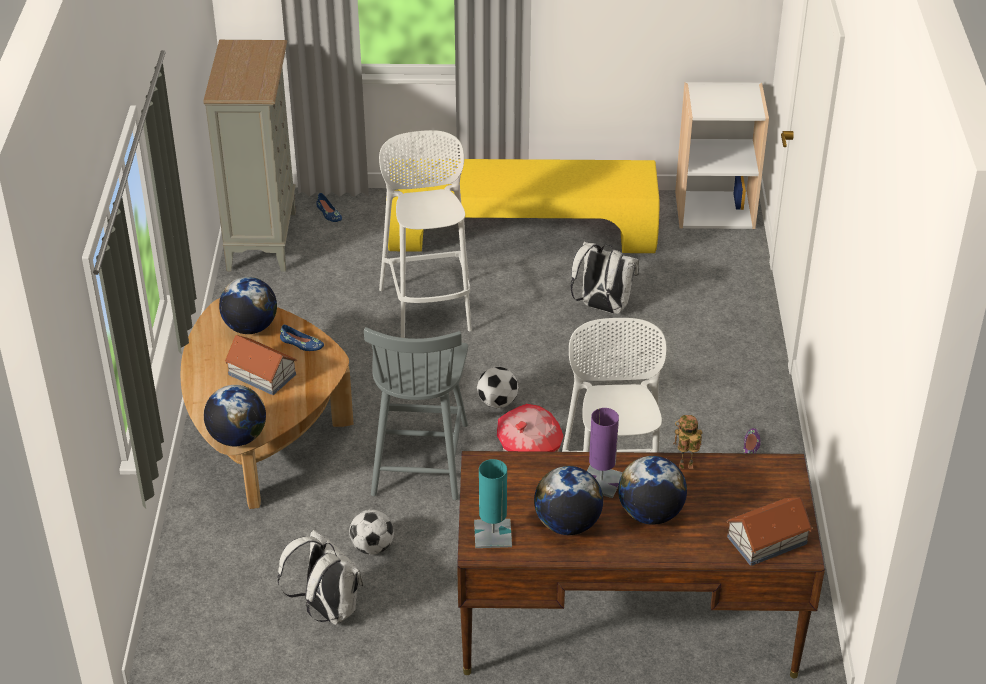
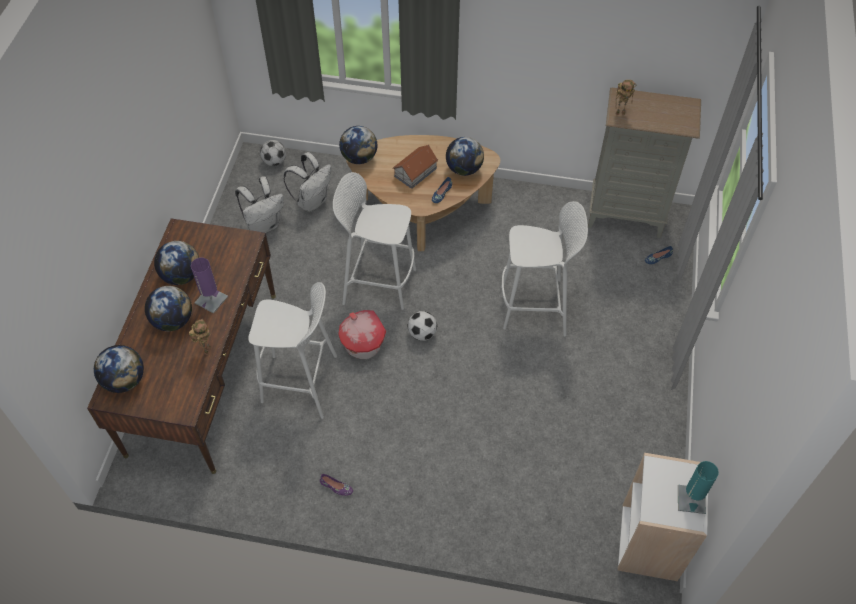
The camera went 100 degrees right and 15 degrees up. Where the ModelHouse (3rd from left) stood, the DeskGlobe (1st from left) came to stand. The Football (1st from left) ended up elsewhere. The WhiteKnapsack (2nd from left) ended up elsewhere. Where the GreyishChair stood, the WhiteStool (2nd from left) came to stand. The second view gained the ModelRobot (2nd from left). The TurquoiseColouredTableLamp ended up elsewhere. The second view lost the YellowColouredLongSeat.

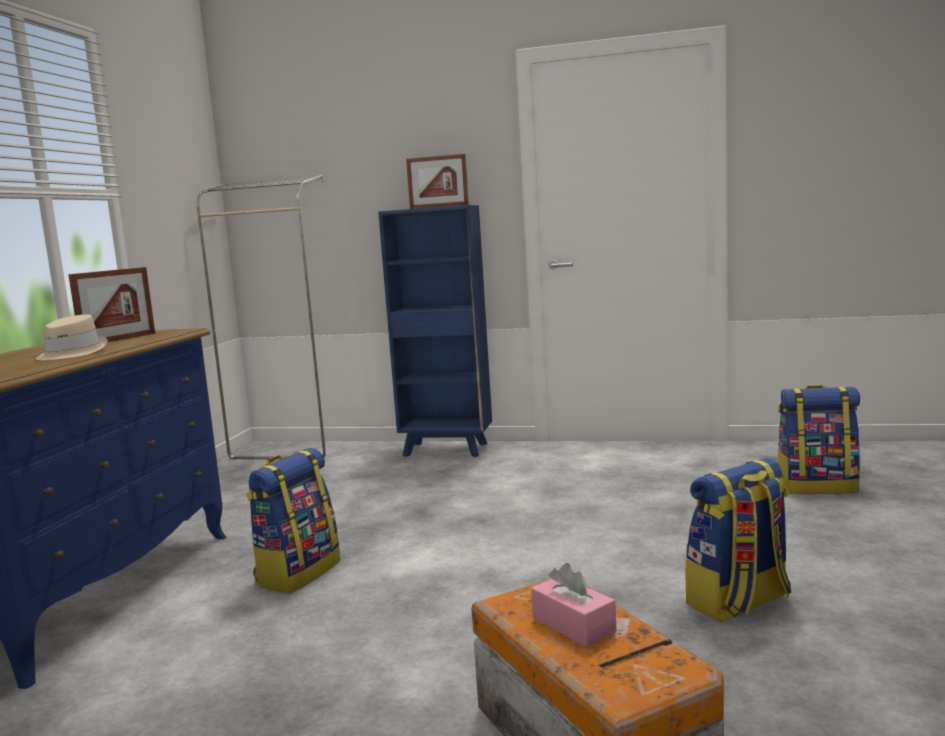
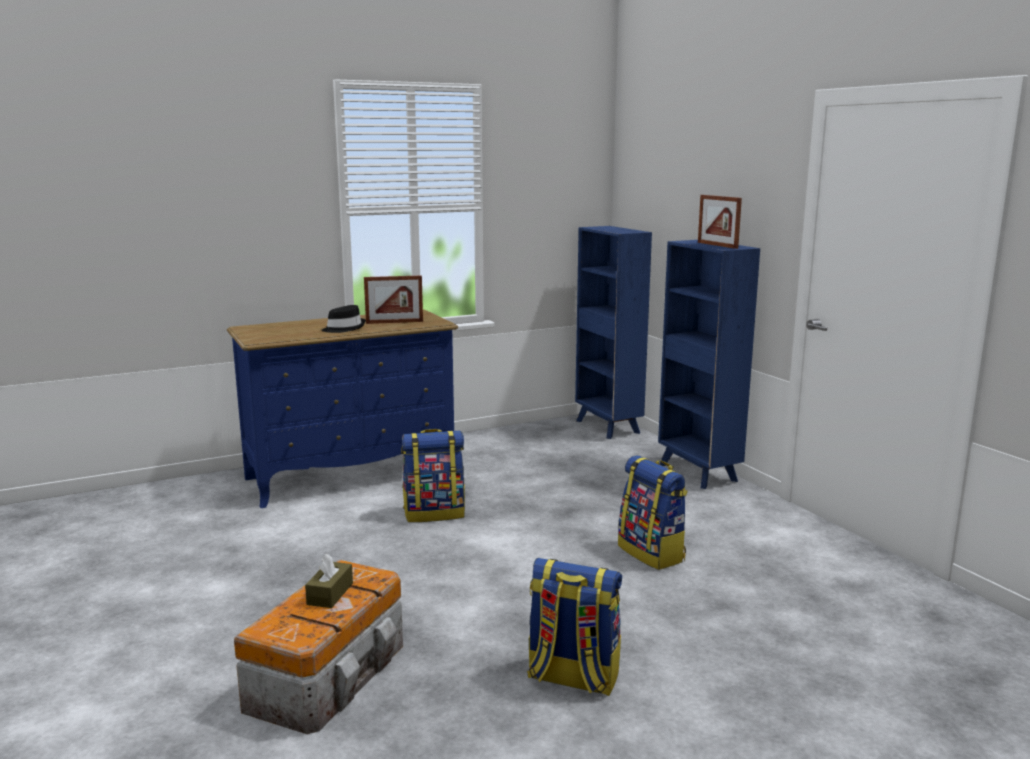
The camera went 50 degrees right and 5 degrees up. What was the PinkishBoxOfTissues turned into the BrownBoxOfTissues. What was the SandColouredClothingHat turned into the BlackClothingHat. Where the GreyishClothesRack stood, the BlueColouredShelvingUnit (1st from left) came to stand. The Knapsack (3rd from left) ended up elsewhere.

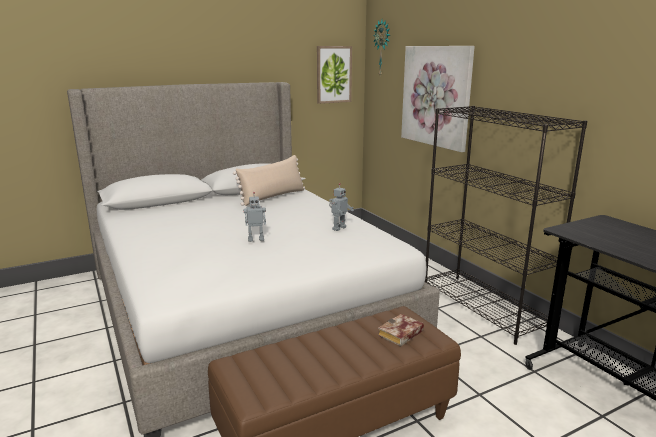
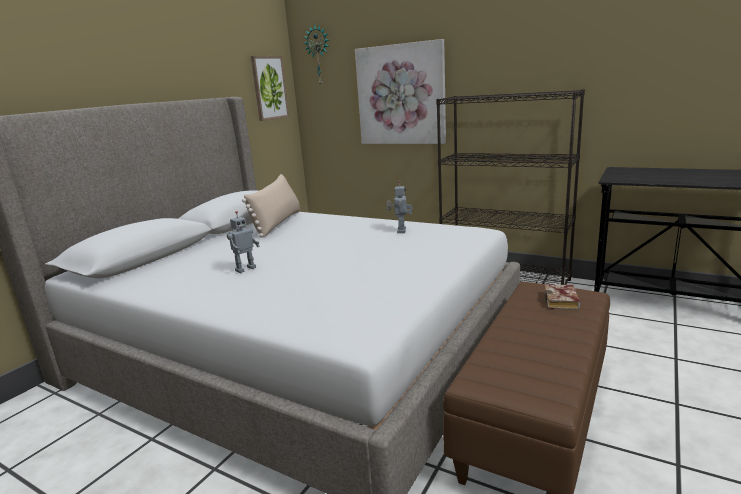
The camera went 30 degrees left and 0 degrees up. The ModelRobot (1st from left) ended up elsewhere.

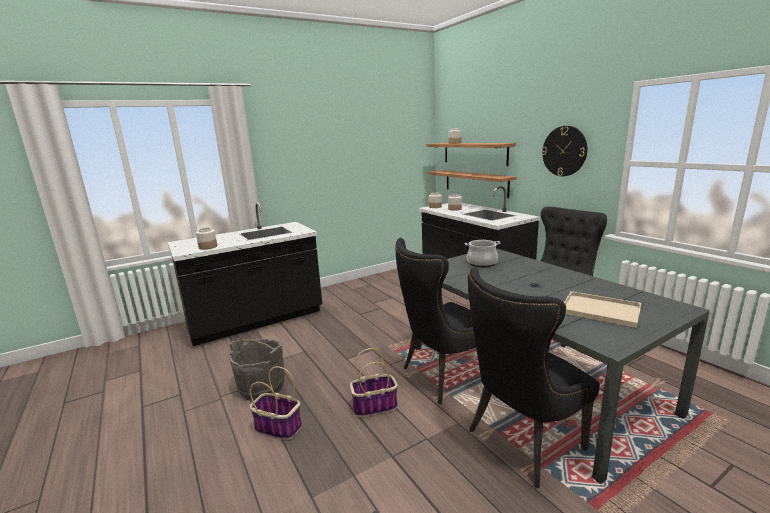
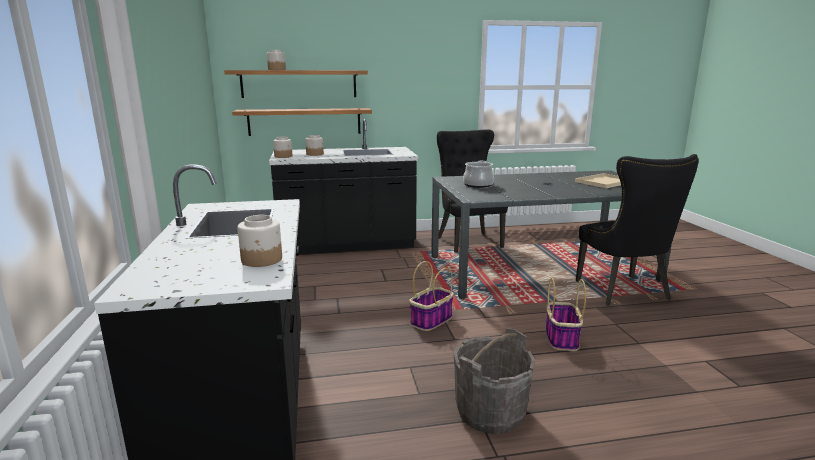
The camera went 70 degrees left and 0 degrees up. The HouseholdBasket (1st from left) ended up elsewhere. The second view lost the BlackChair (1st from left). The second view lost the ClockOnTheWall.

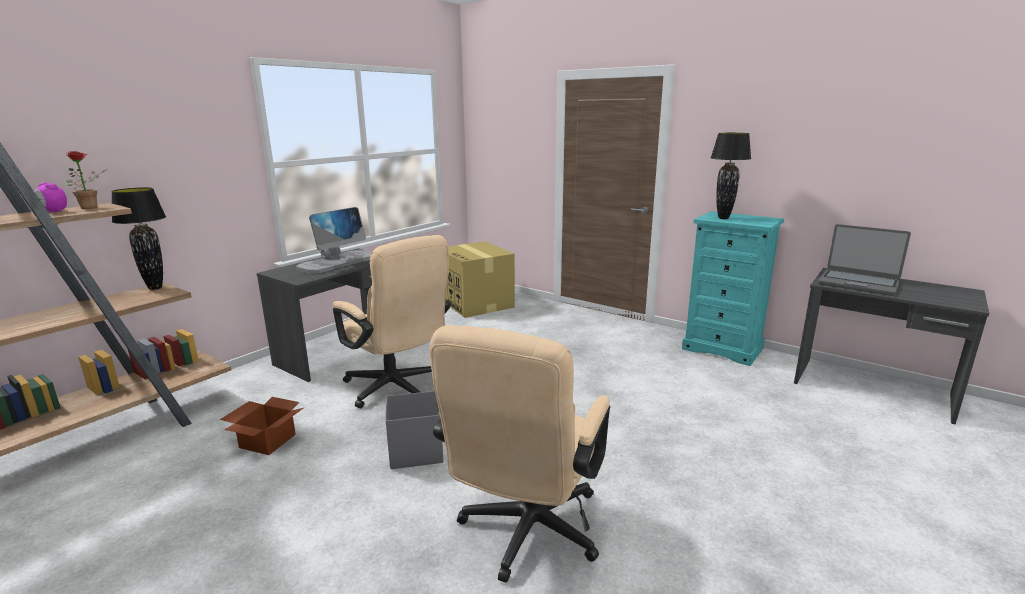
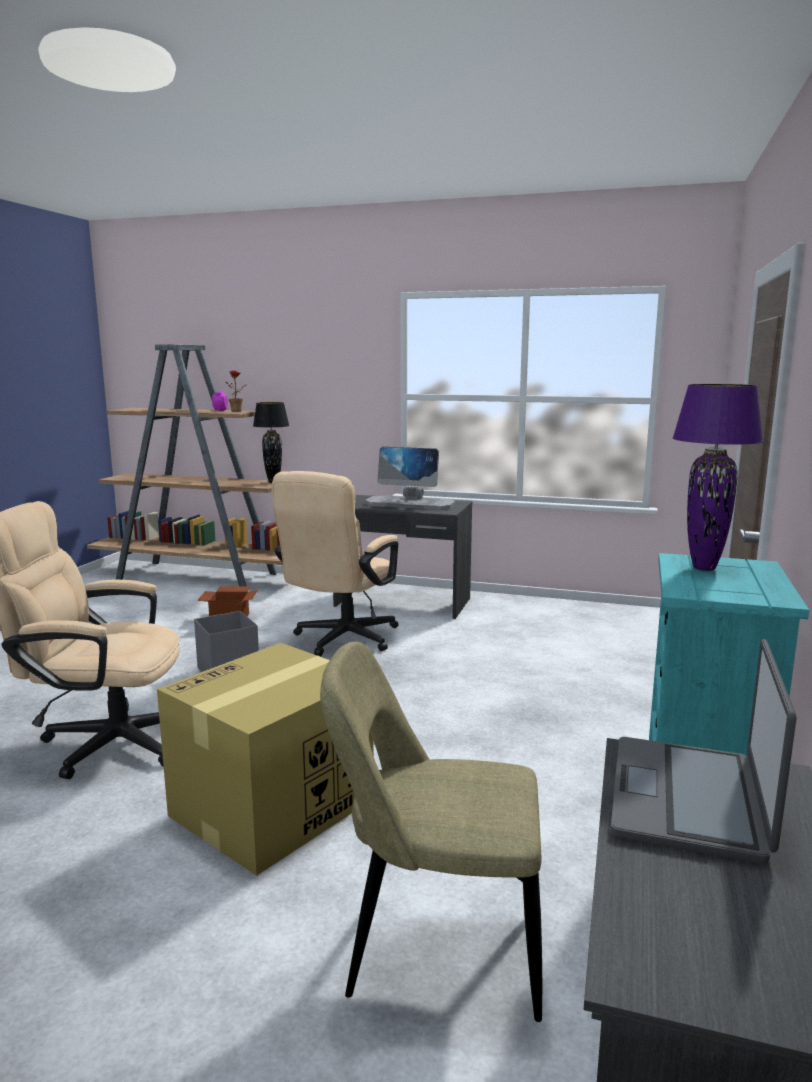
The camera went 70 degrees right and 5 degrees down. The PackingBox (2nd from left) ended up elsewhere. The second view gained the SandColouredChair. What was the BlackTableLamp (2nd from left) turned into the PurpleTableLamp.

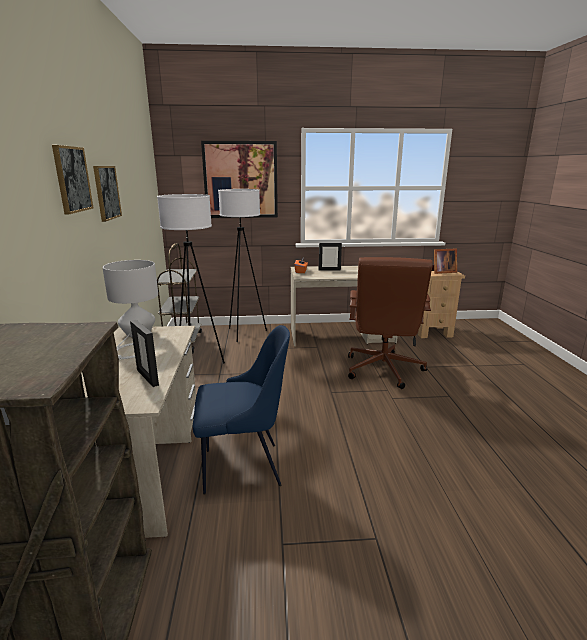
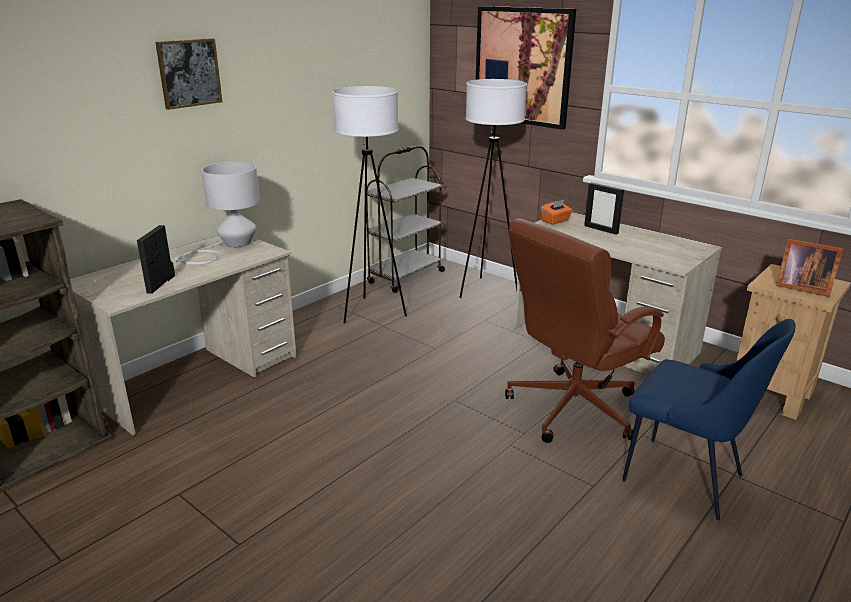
The camera went 45 degrees right and 5 degrees up. The BlueColouredChair ended up elsewhere. The second view lost the WallArt (2nd from left).

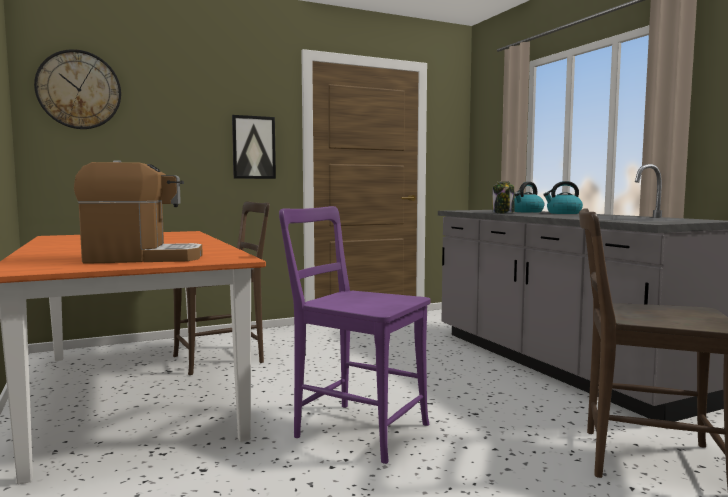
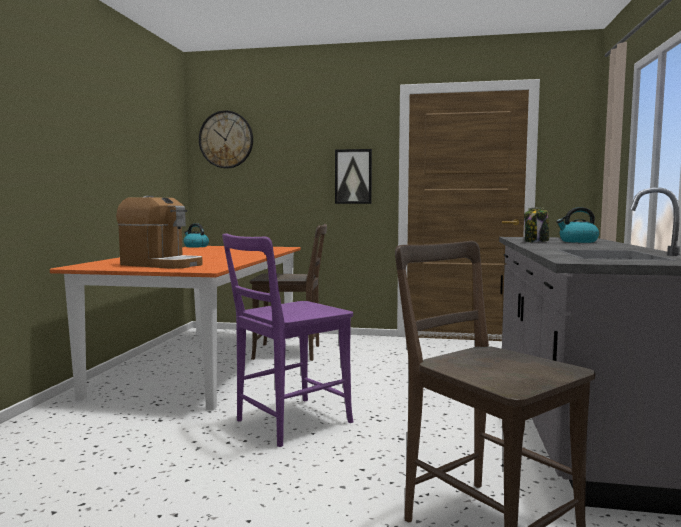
The camera went 35 degrees right and 0 degrees up. The TeaKettle (2nd from left in the first image) ended up elsewhere. The PurpleChair ended up facing another way, 105 degrees counterclockwise from before.

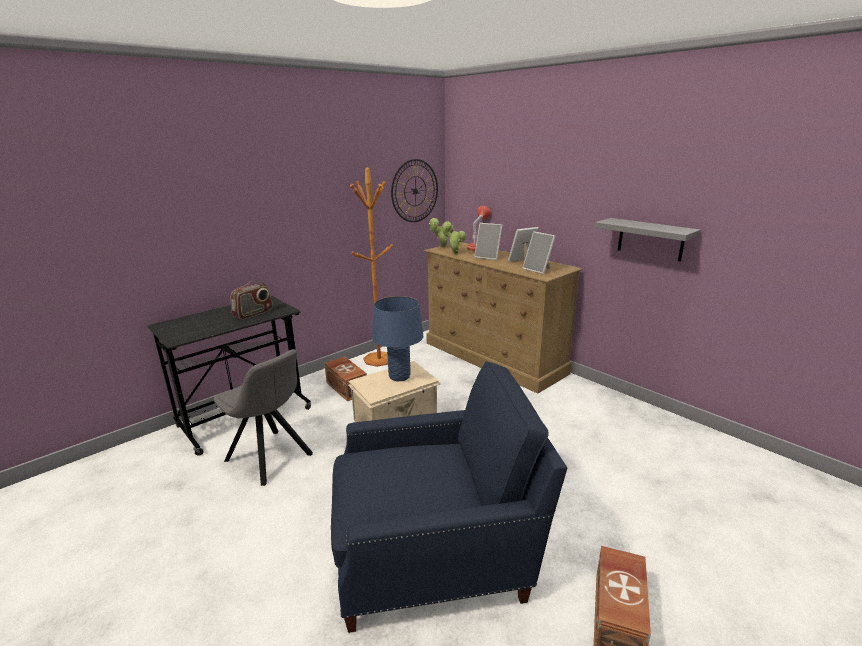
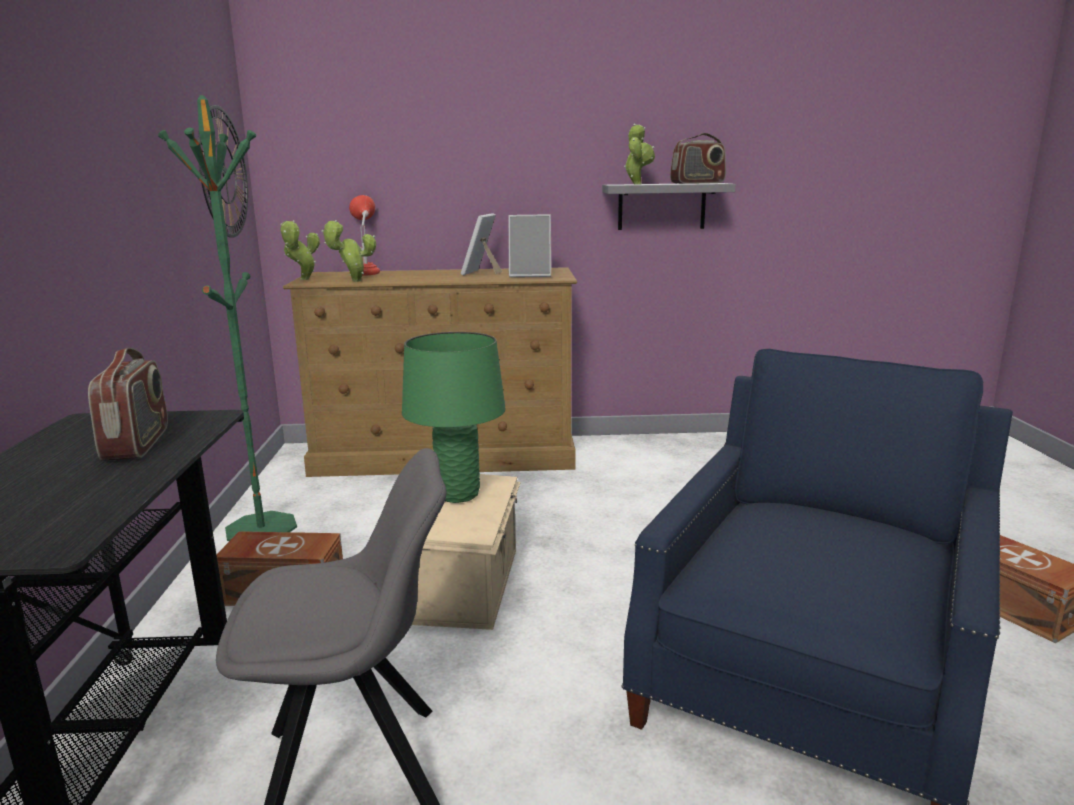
The camera went 50 degrees left and 5 degrees down. What was the OrangeyClothesRack turned into the GreenishClothesRack. What was the BlueColouredTableLamp turned into the GreenishTableLamp. The second view gained the PlantInAPot (3rd from left). The second view gained the RadioReceiver (2nd from left). The second view lost the PhotoFrame (1st from left).

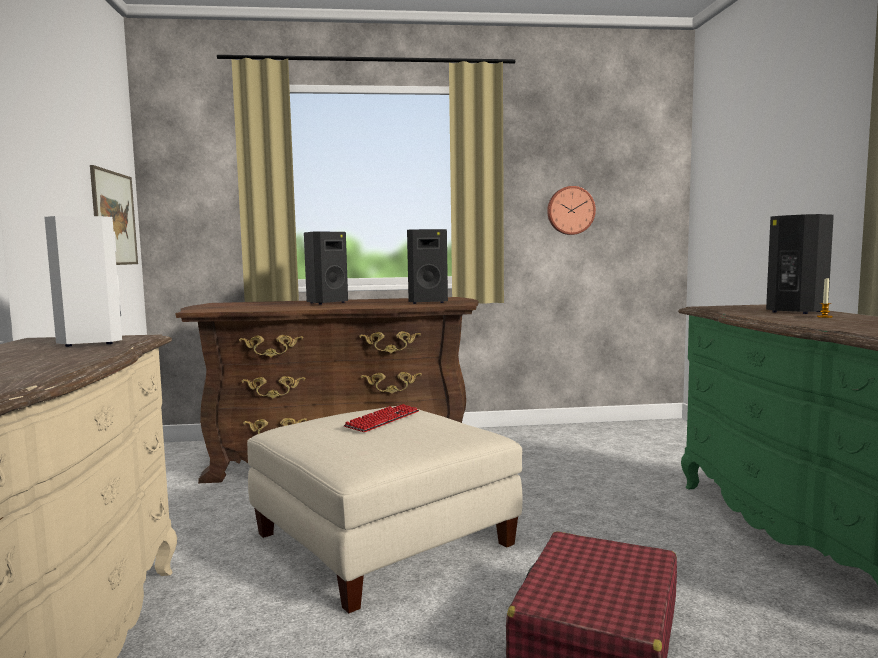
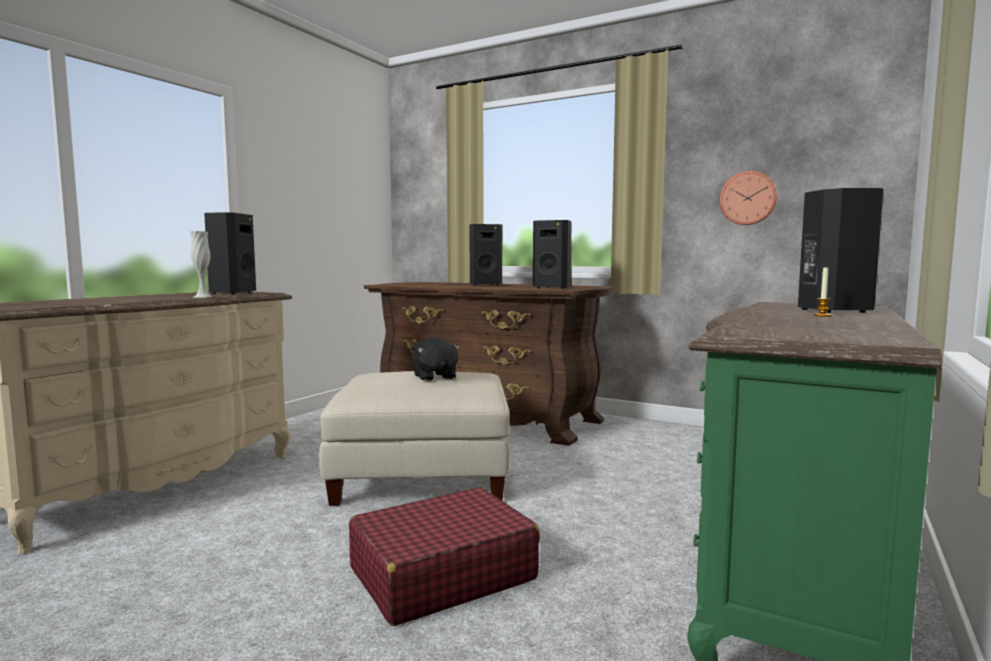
The camera went 35 degrees right and 0 degrees up. The second view gained the WhiteDecorativeVase. What was the WhiteLoudspeaker turned into the BlackLoudspeaker (1st from left). Where the ComputerKeyboard stood, the BlackCuddlyToy came to stand. The second view lost the WallArt.

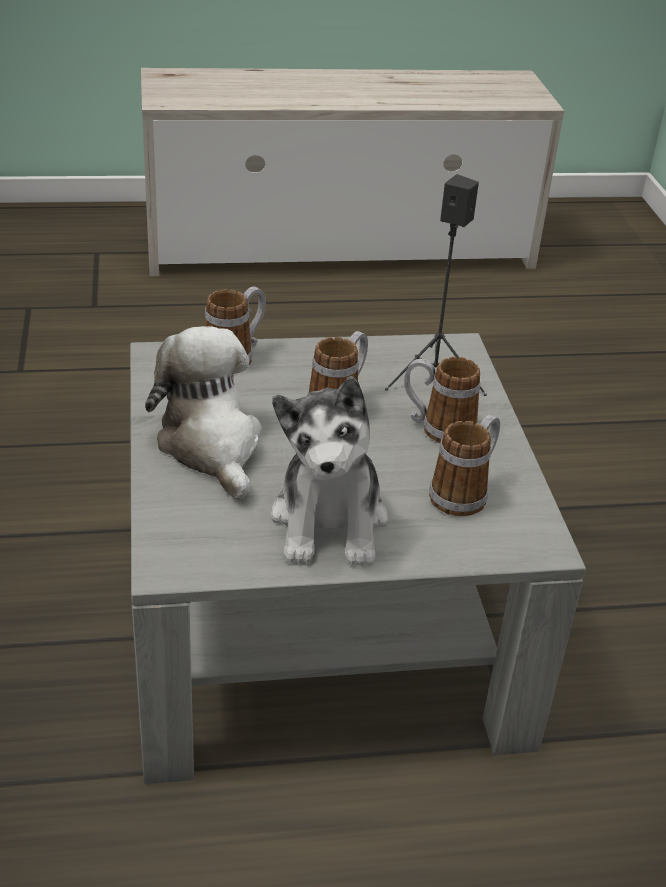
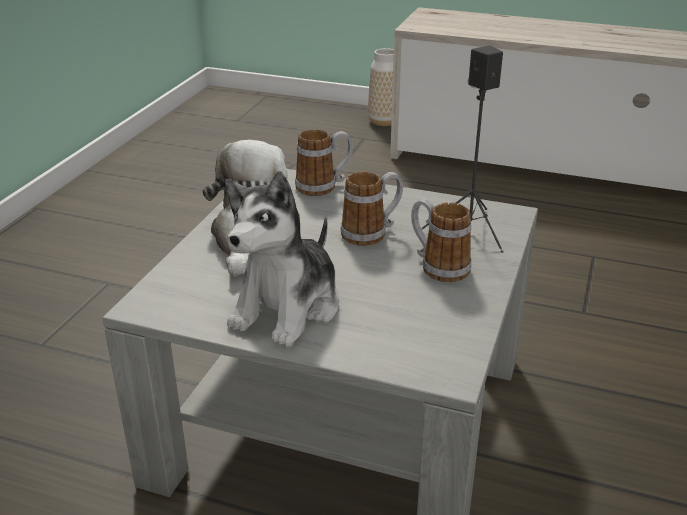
The camera went 30 degrees right and 5 degrees down. The second view gained the DecorativeVase. The second view lost the Mug (4th from left).

